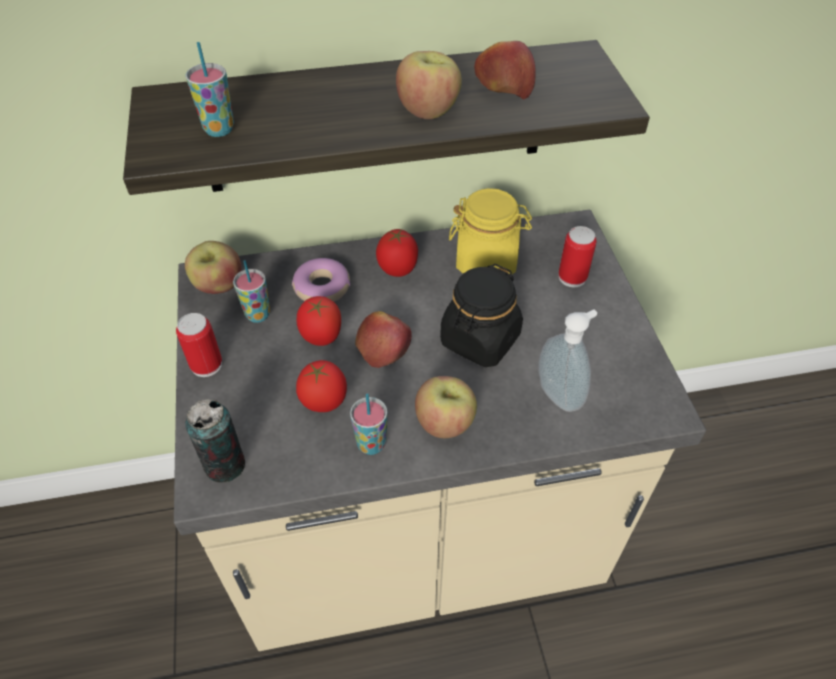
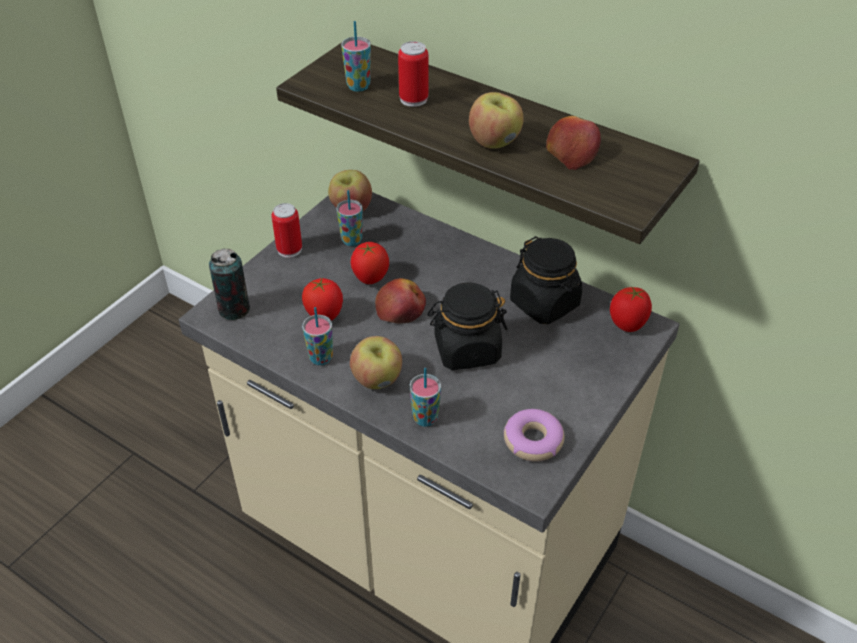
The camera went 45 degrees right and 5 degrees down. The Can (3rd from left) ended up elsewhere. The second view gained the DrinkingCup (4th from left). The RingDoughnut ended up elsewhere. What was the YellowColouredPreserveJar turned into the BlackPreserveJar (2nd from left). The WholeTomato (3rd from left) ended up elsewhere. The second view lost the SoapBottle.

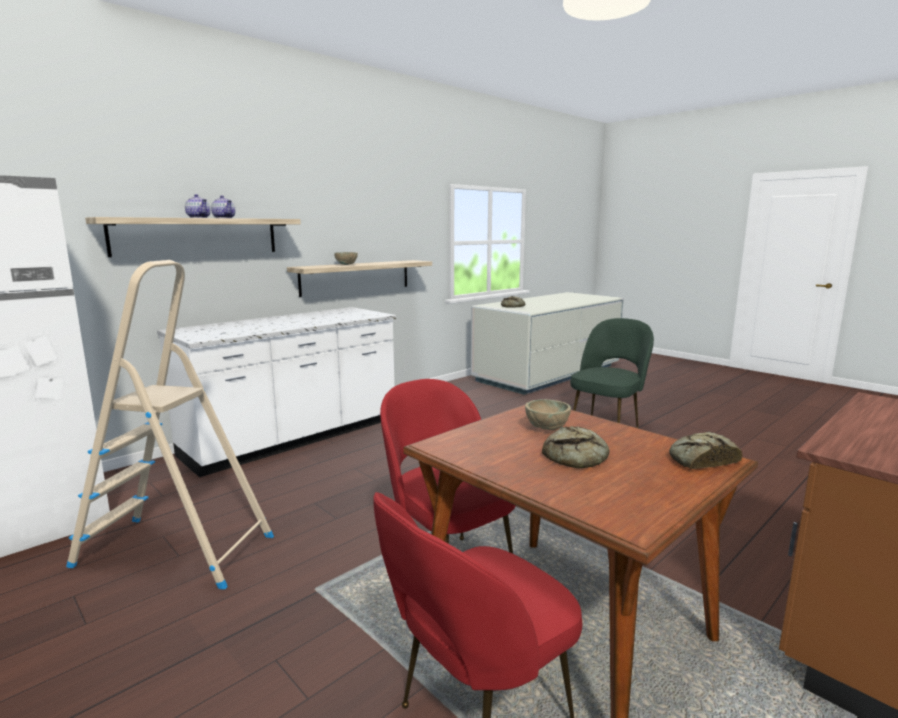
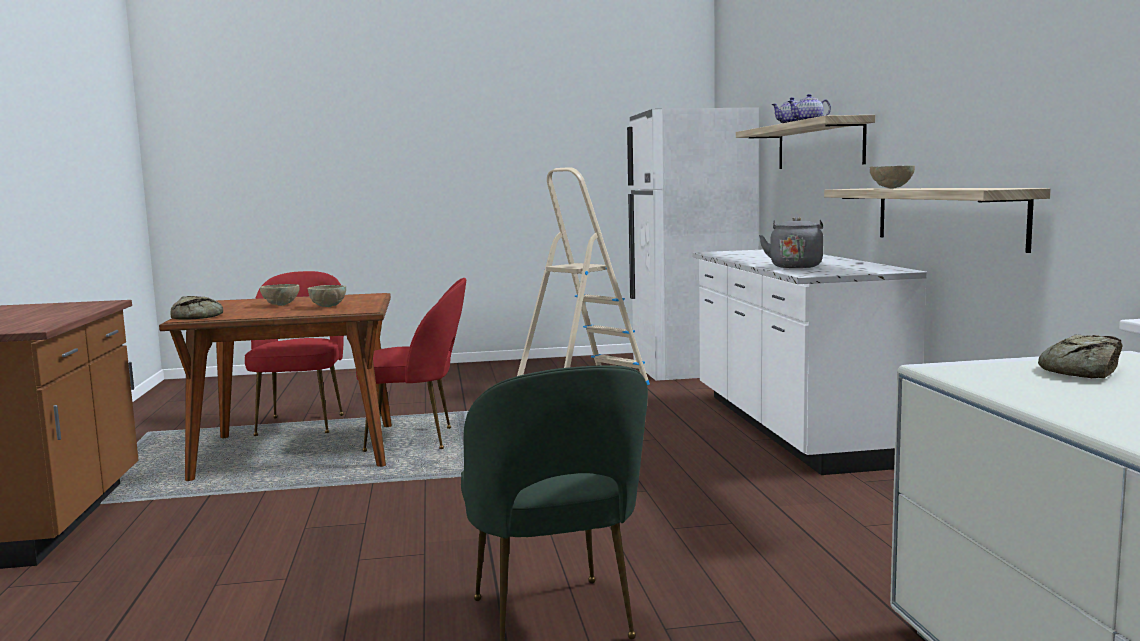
The camera went 125 degrees right and 5 degrees down. Where the BakedBread (2nd from left) stood, the SandColouredServingBowl (1st from left) came to stand. The second view gained the GreyishTeaKettle.

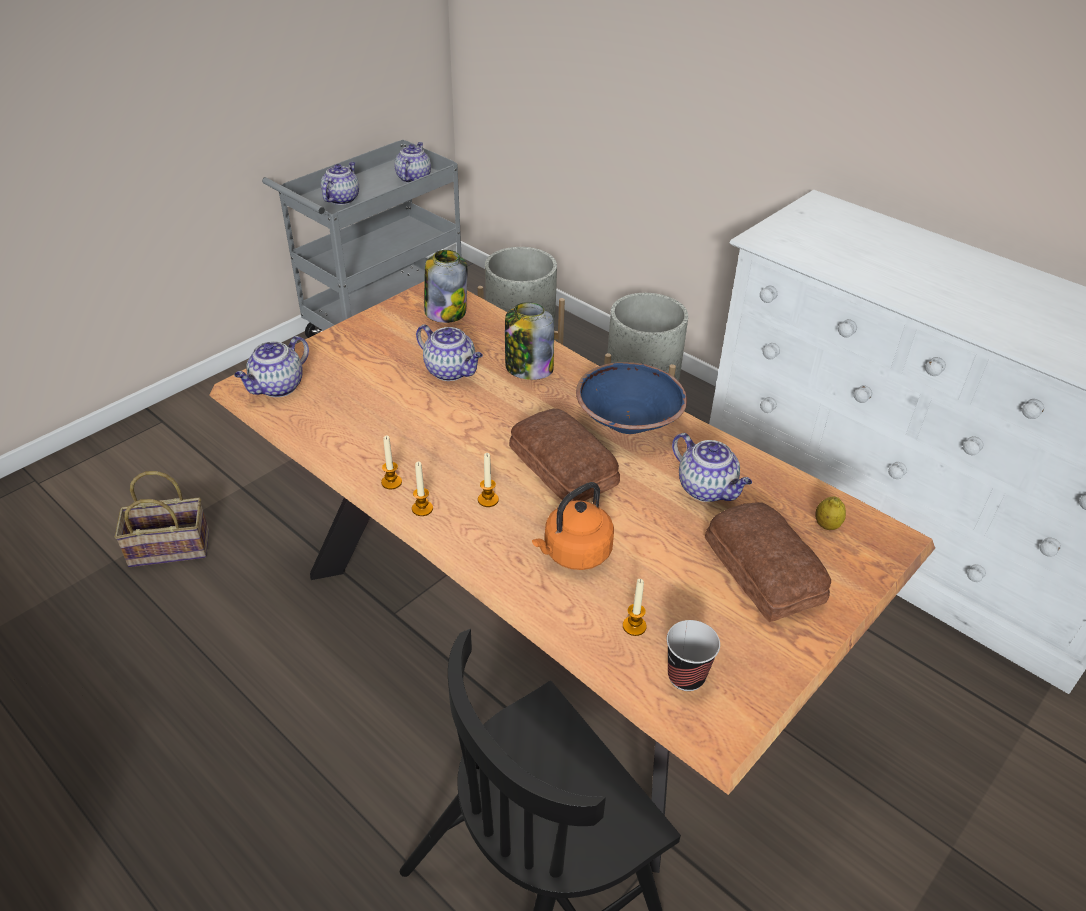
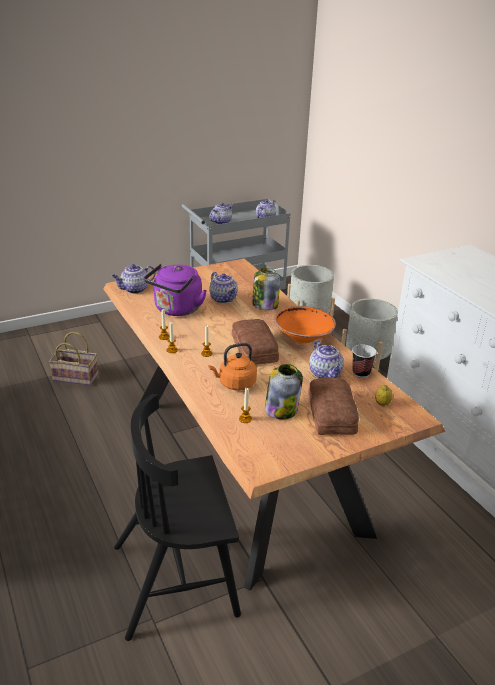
The camera went 20 degrees right and 10 degrees down. The second view gained the PurpleTeaKettle. The PreserveJar (1st from left in the first image) ended up elsewhere. What was the BlueColouredServingBowl turned into the OrangeyServingBowl. The DrinkingCup ended up elsewhere.

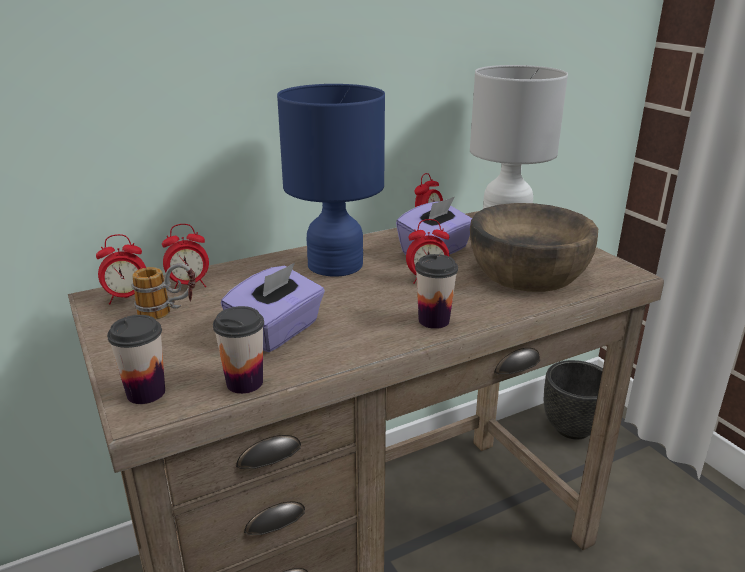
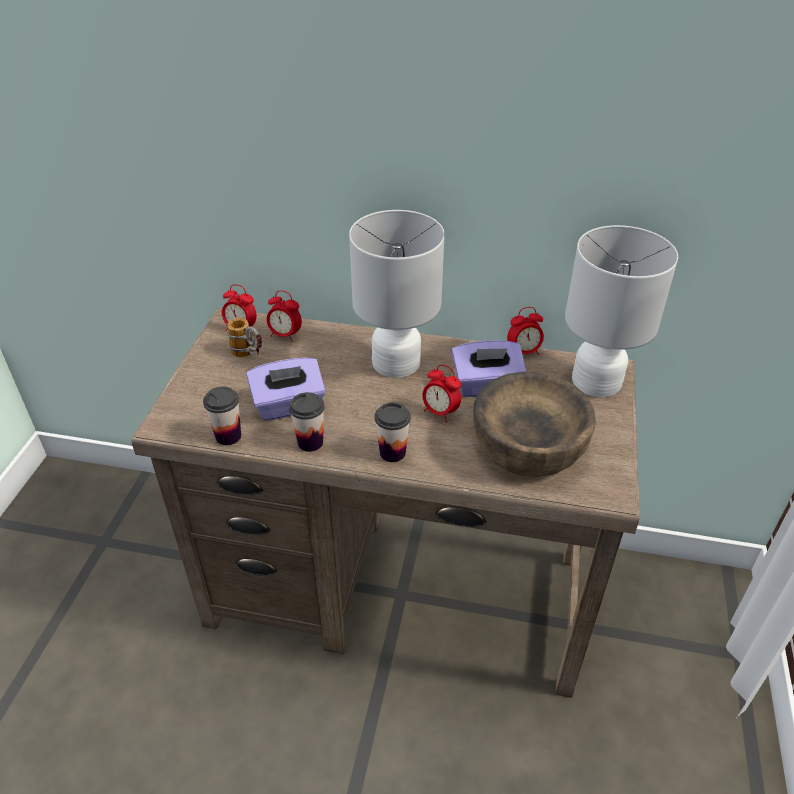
The camera went 40 degrees right and 15 degrees up. The DrinkingCup (1st from left in the first image) ended up elsewhere. What was the BlueColouredTableLamp turned into the GreyishTableLamp (1st from left). The second view lost the BlackPlanter.

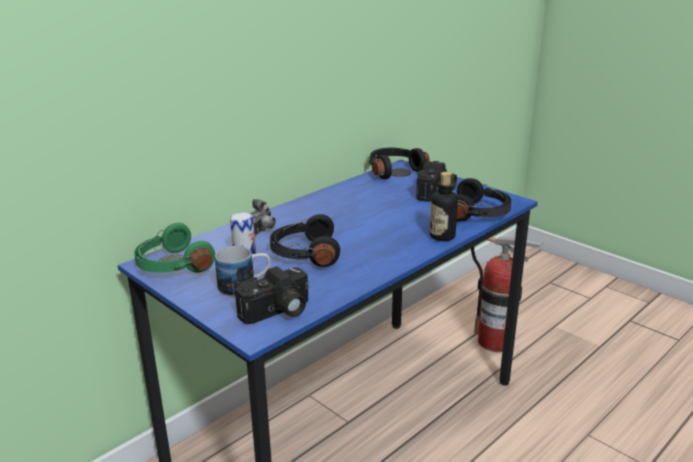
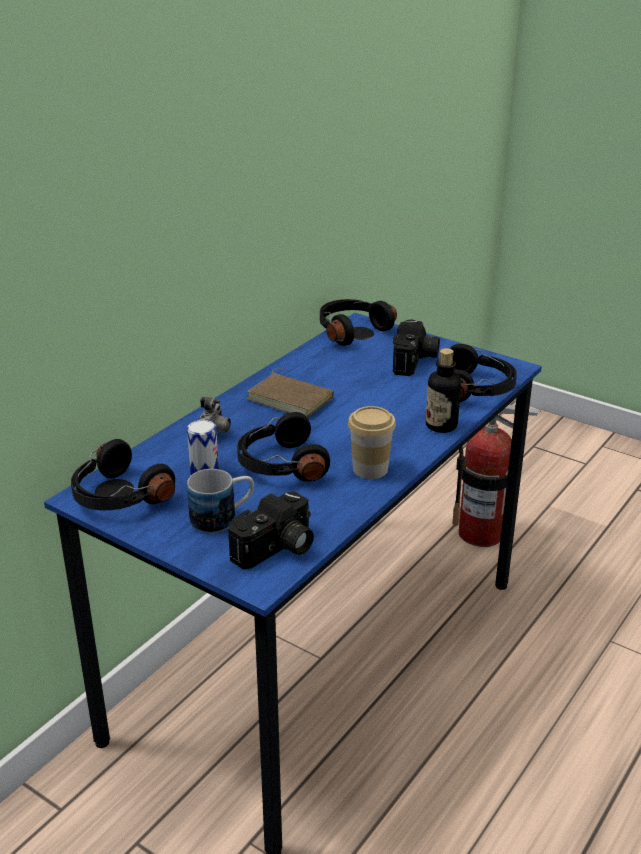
The camera went 10 degrees left and 5 degrees up. What was the GreenishHeadset turned into the BlackHeadset (1st from left). The second view gained the BrownVolume. The second view gained the DrinkingCup.

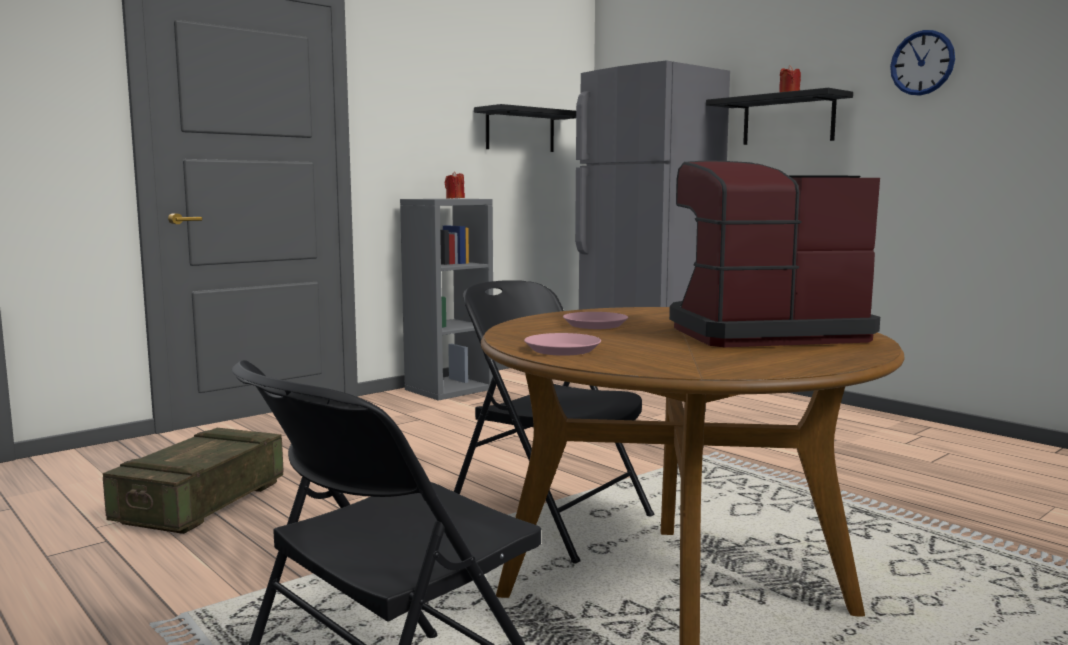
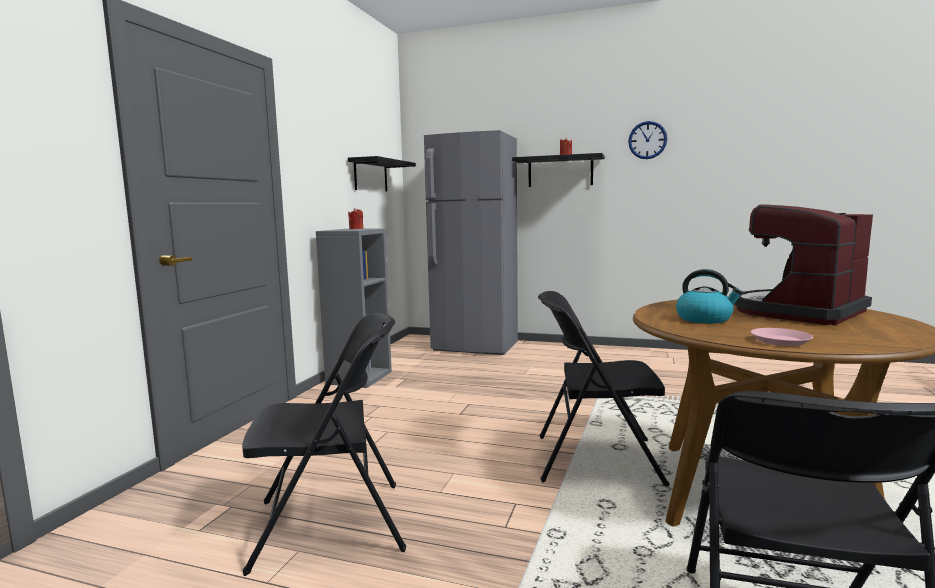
The camera went 30 degrees left and 0 degrees up. Where the Crate stood, the BlackChair (1st from left) came to stand. Where the PinkishDinnerPlate (2nd from left) stood, the TeaKettle came to stand.

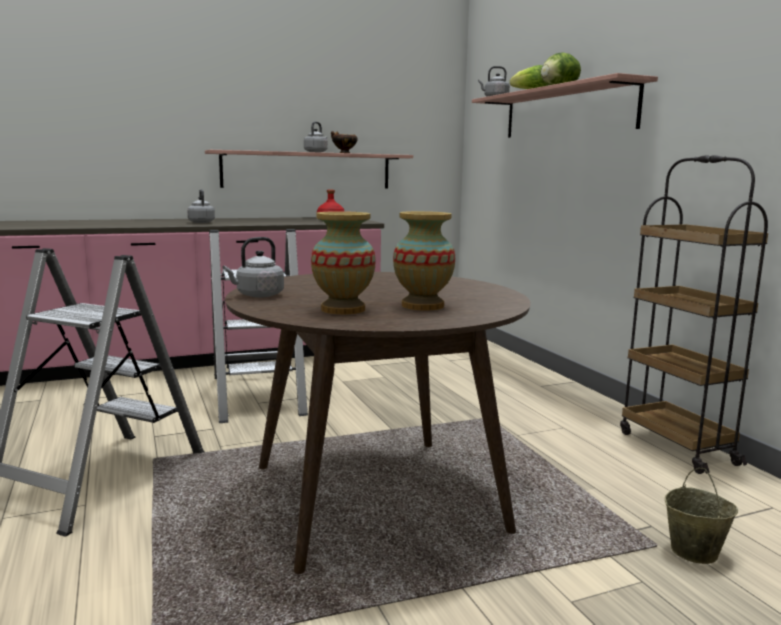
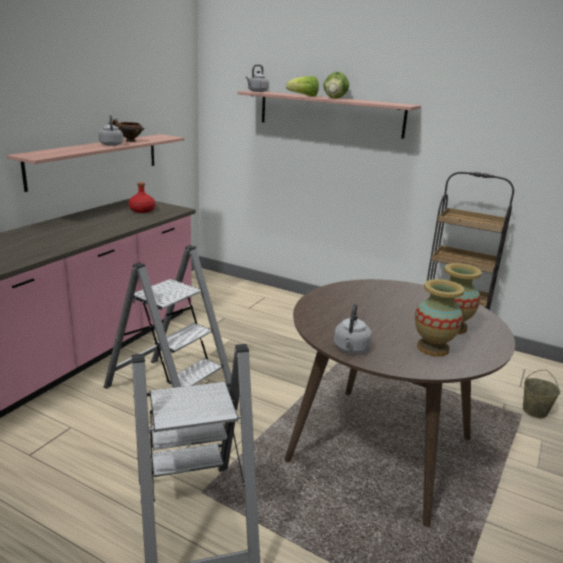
The camera went 40 degrees left and 10 degrees up. The second view lost the GreyishTeaKettle (1st from left).

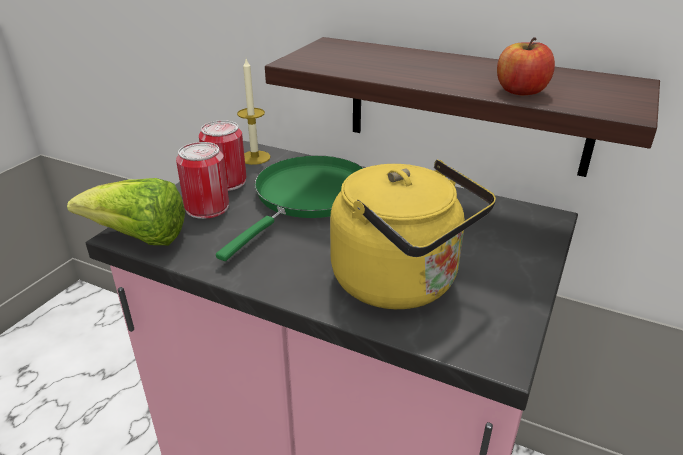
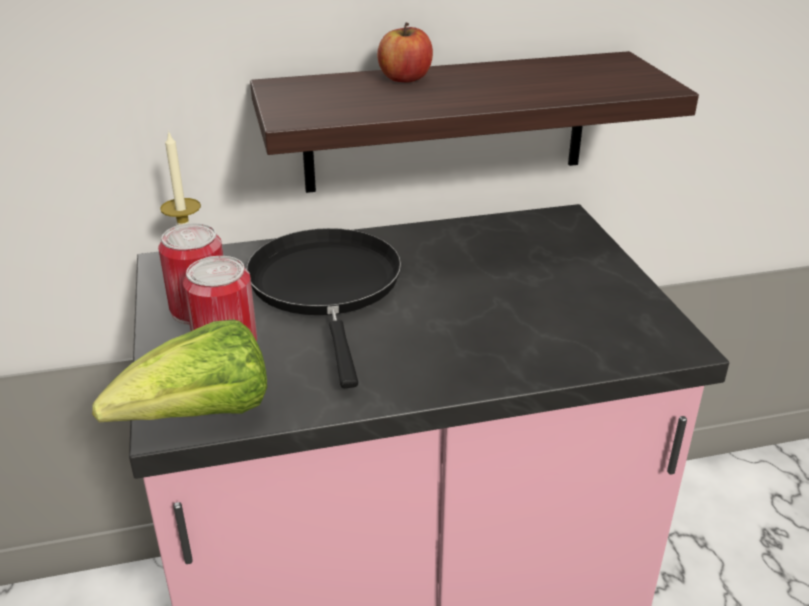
The camera went 40 degrees left and 0 degrees up. What was the GreenishSkillet turned into the BlackSkillet. The AppleFruit ended up elsewhere. The second view lost the YellowColouredTeaKettle.

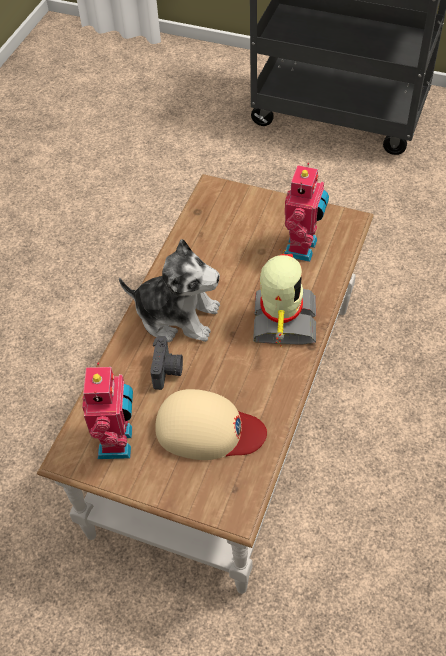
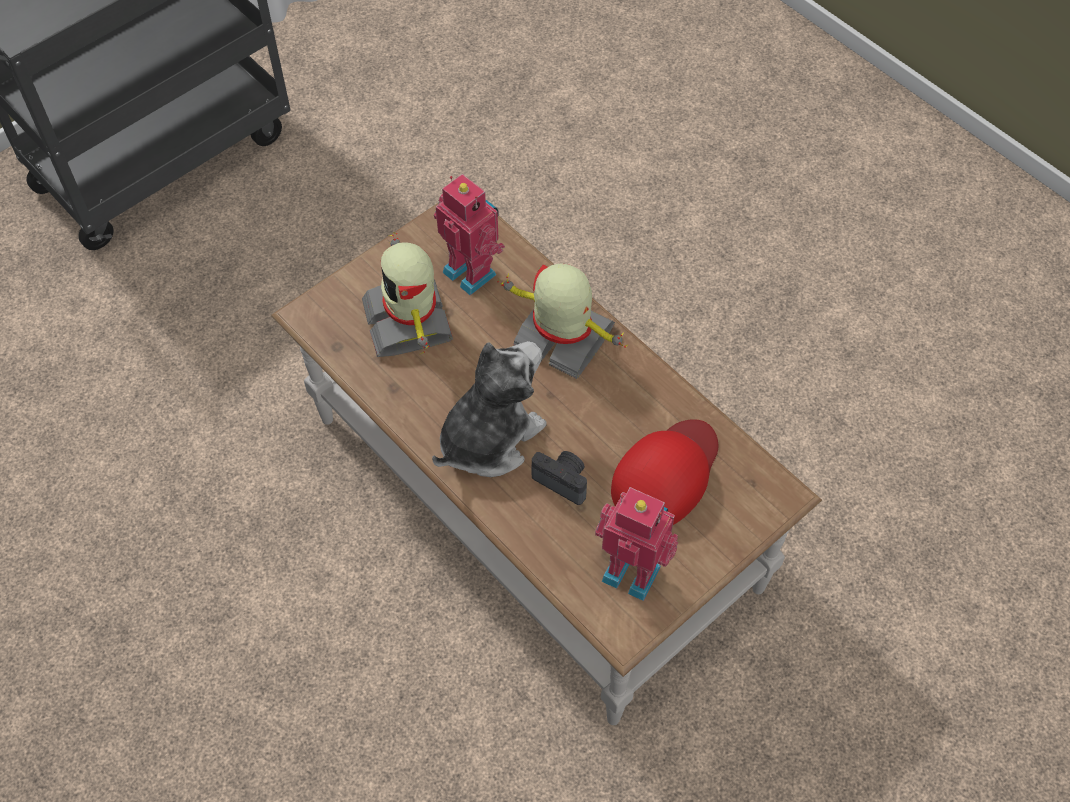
The camera went 65 degrees left and 5 degrees up. The second view gained the ModelRobot (1st from left). What was the SandColouredBaseballCap turned into the RedBaseballCap.

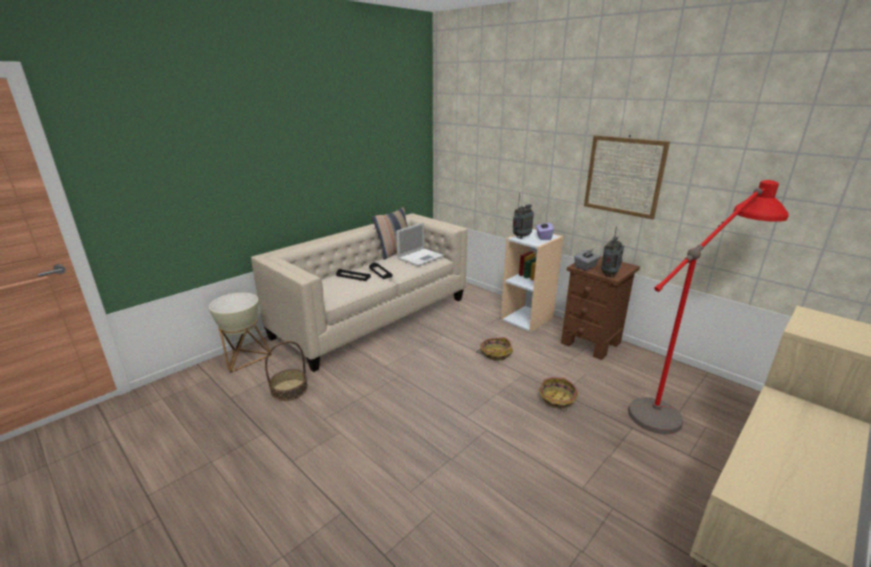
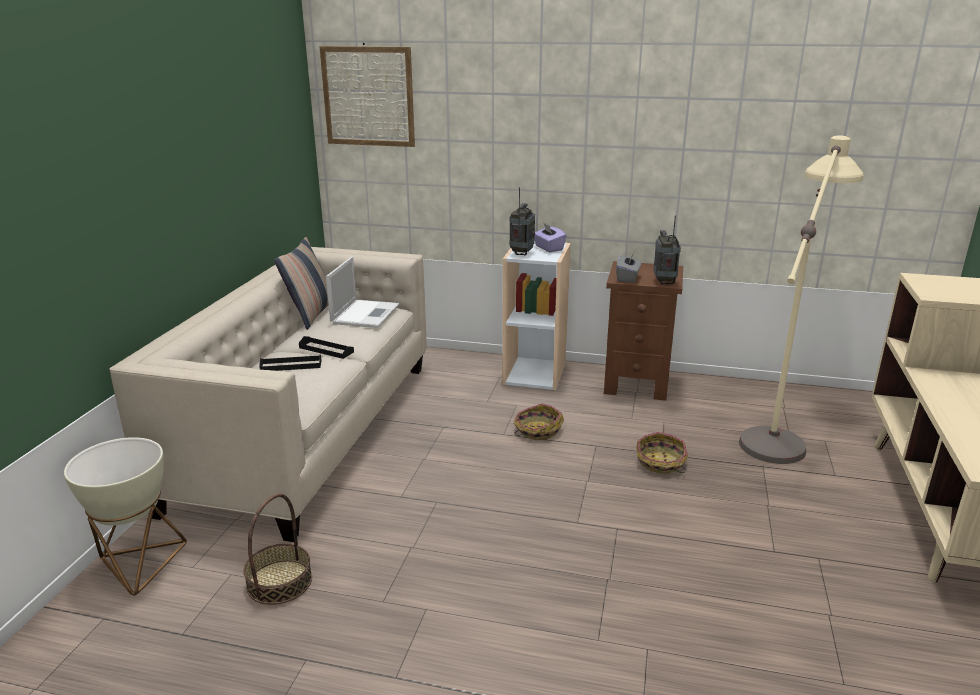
The camera went 30 degrees left and 0 degrees up. The WallArt ended up elsewhere. What was the RedFloorLamp turned into the SandColouredFloorLamp.

